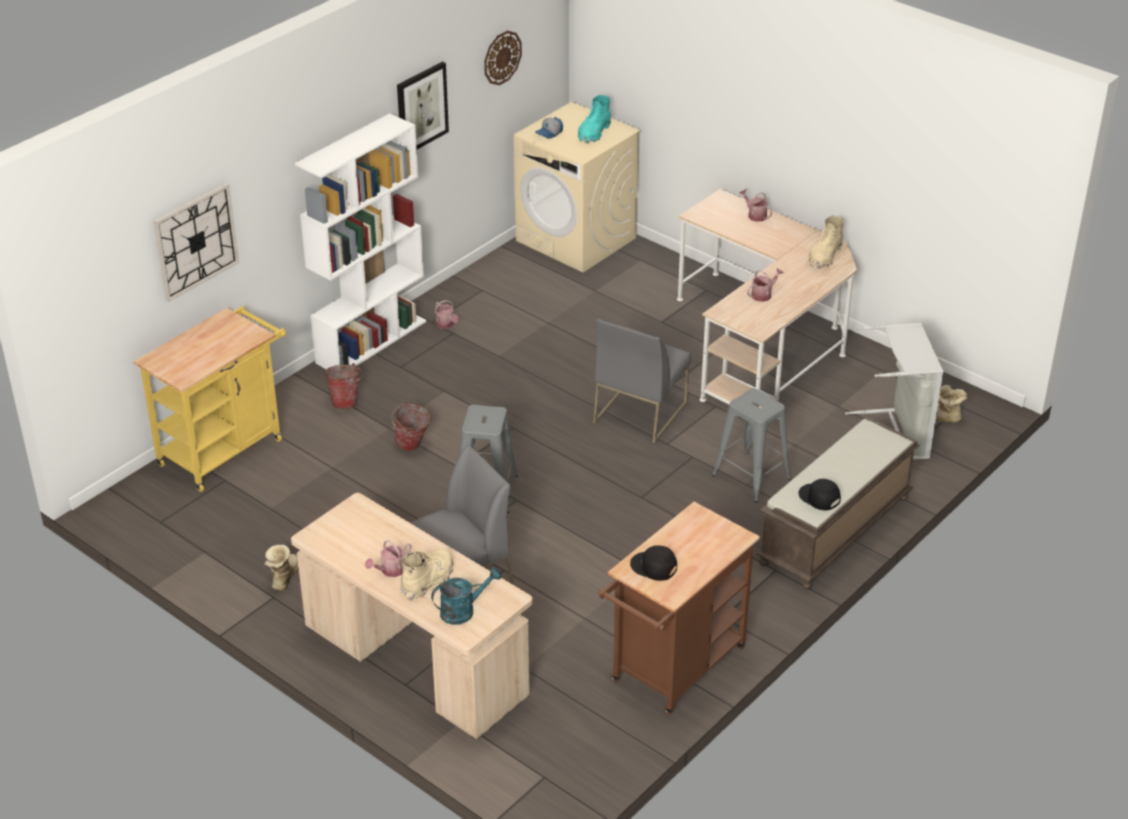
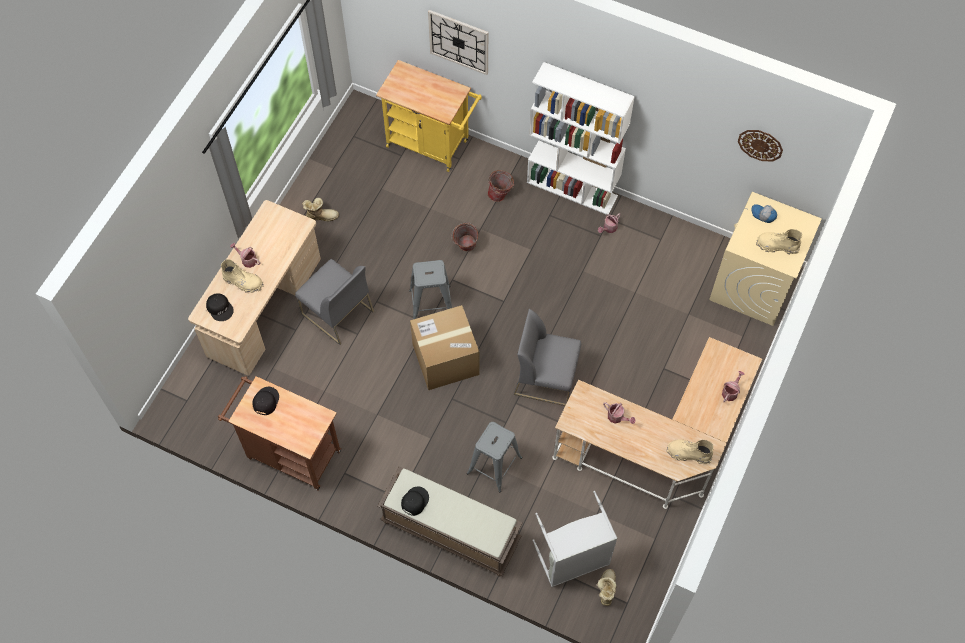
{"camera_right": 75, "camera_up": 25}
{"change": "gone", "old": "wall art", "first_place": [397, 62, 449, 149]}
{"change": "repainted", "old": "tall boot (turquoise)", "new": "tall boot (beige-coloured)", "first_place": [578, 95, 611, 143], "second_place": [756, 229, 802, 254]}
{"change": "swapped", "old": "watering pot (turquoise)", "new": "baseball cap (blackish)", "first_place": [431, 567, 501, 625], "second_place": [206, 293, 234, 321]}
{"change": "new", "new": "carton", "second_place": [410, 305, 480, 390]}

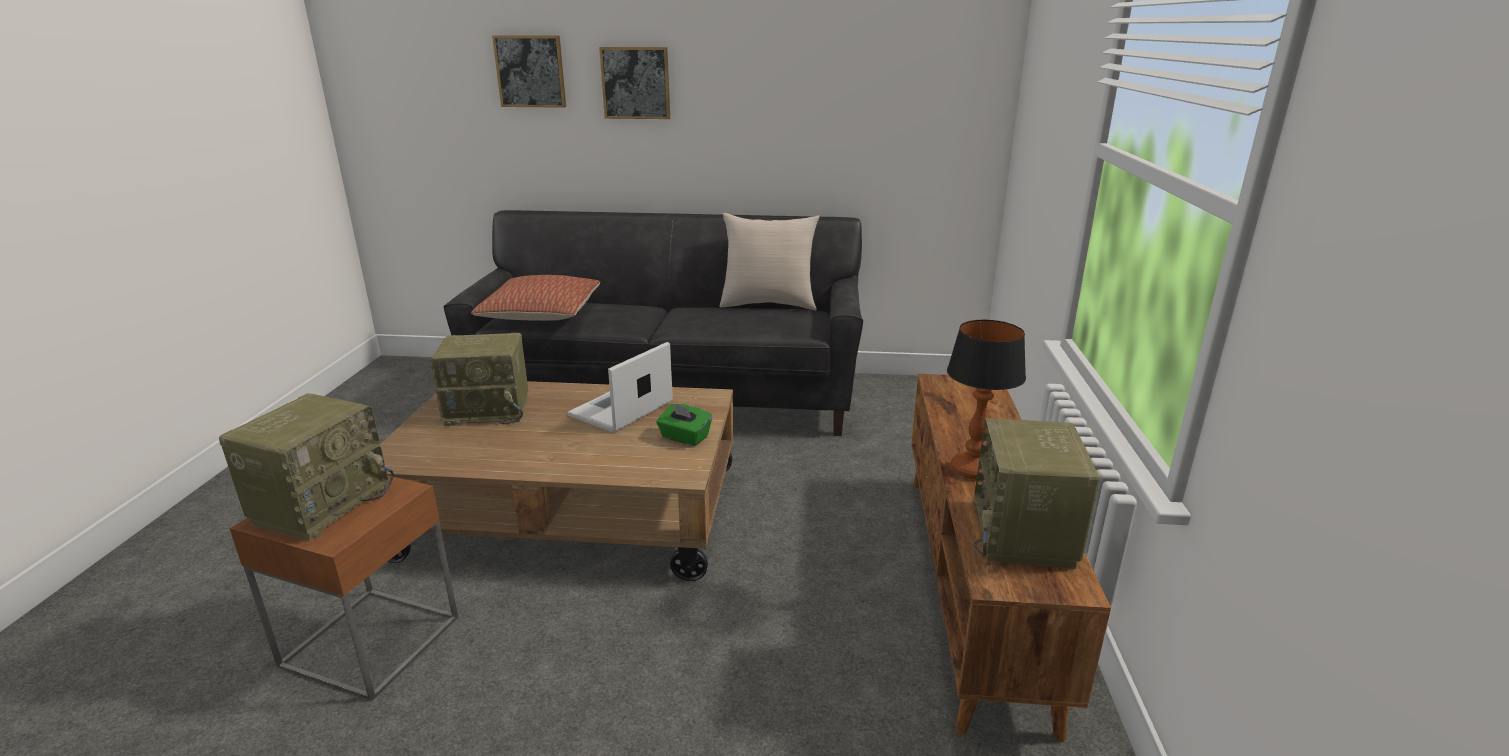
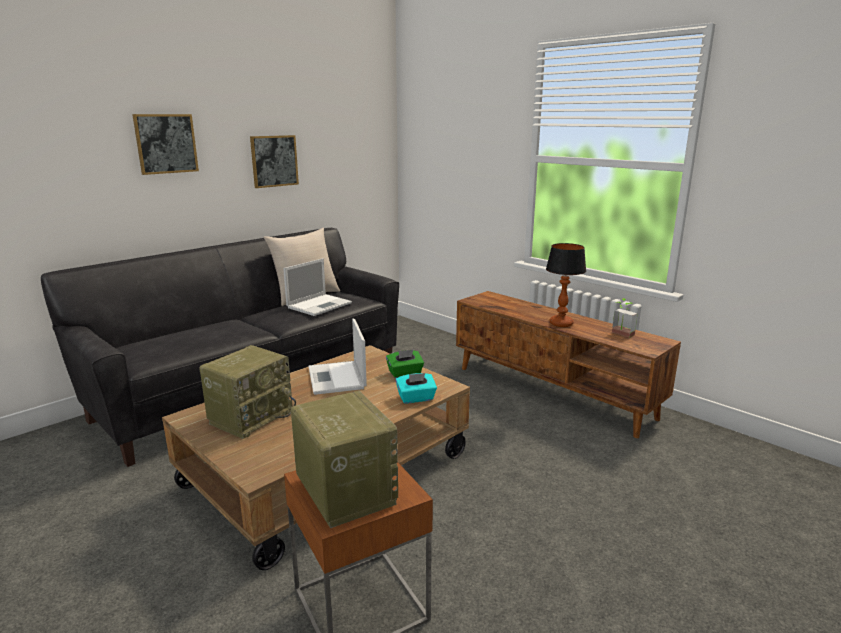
{"camera_right": -50, "camera_up": -5}
{"change": "shifted", "old": "wall art", "first_place": [492, 35, 566, 108], "second_place": [250, 135, 299, 188]}
{"change": "gone", "old": "cushion", "first_place": [471, 275, 600, 321]}
{"change": "swapped", "old": "radio set", "new": "houseplant", "first_place": [973, 418, 1100, 569], "second_place": [612, 298, 638, 338]}
{"change": "new", "new": "notebook computer", "second_place": [283, 258, 352, 316]}
{"change": "new", "new": "tissue holder (turquoise)", "second_place": [395, 373, 437, 404]}

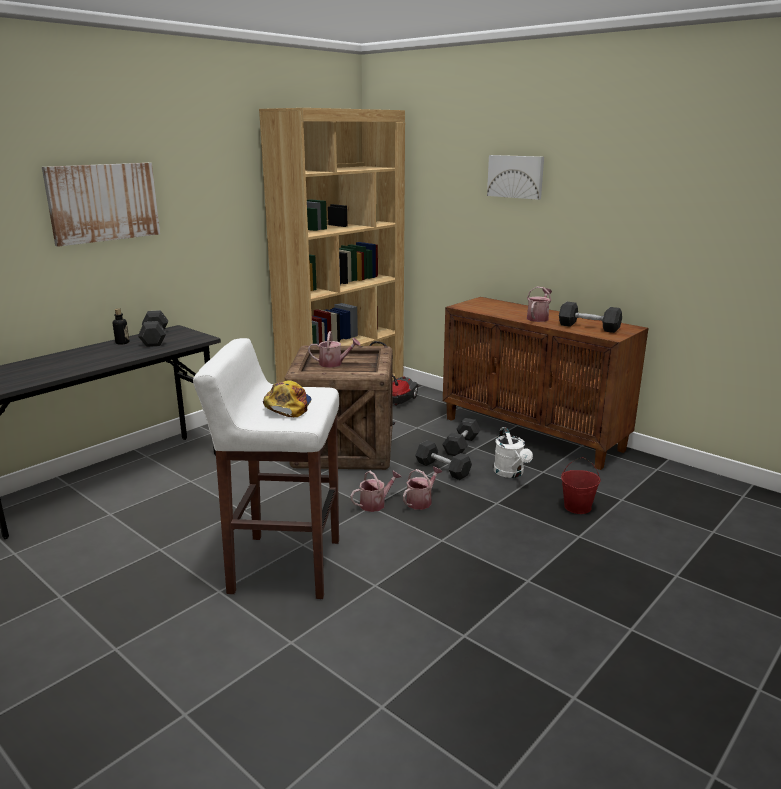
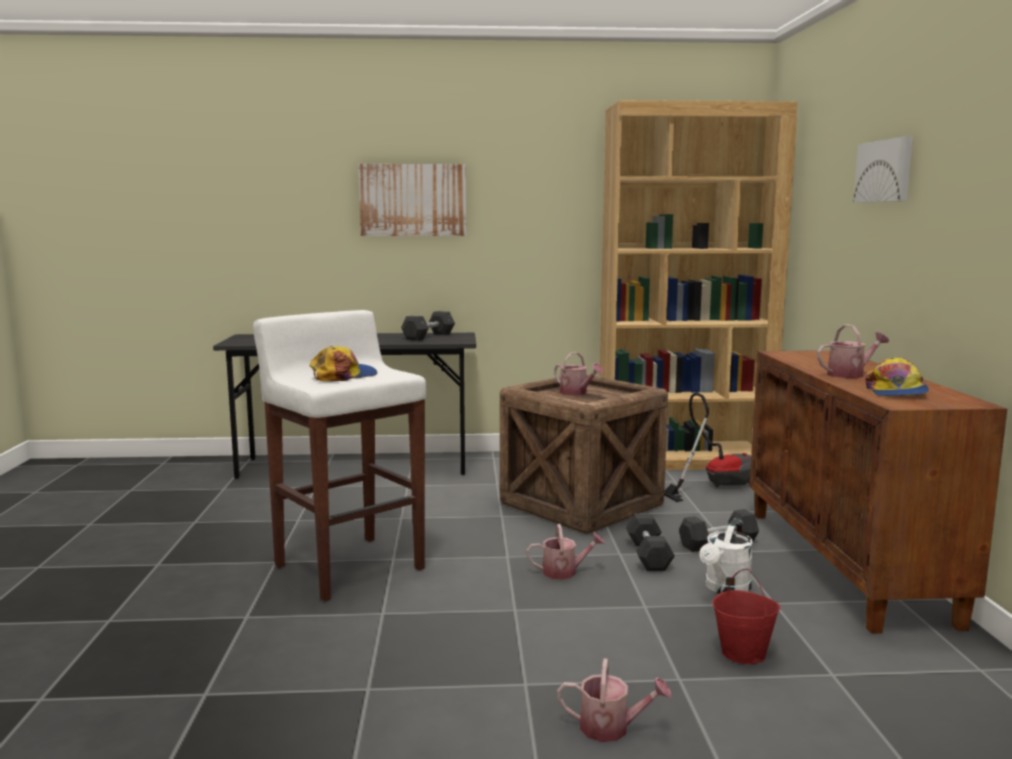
{"camera_right": 45, "camera_up": -10}
{"change": "swapped", "old": "dumbbell (gray)", "new": "baseball cap", "first_place": [559, 302, 622, 333], "second_place": [865, 358, 929, 396]}
{"change": "gone", "old": "bottle", "first_place": [113, 308, 130, 345]}
{"change": "shifted", "old": "watering pot", "first_place": [350, 470, 401, 512], "second_place": [557, 658, 672, 742]}

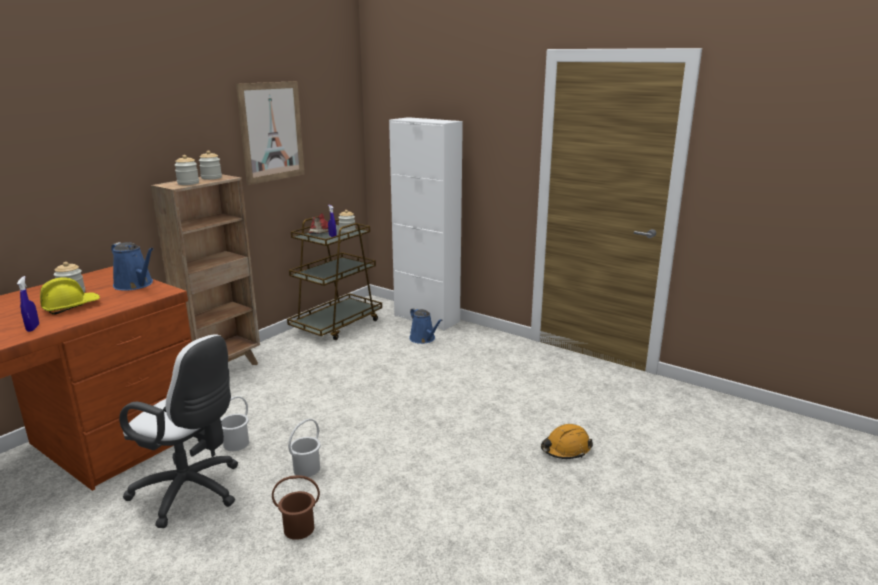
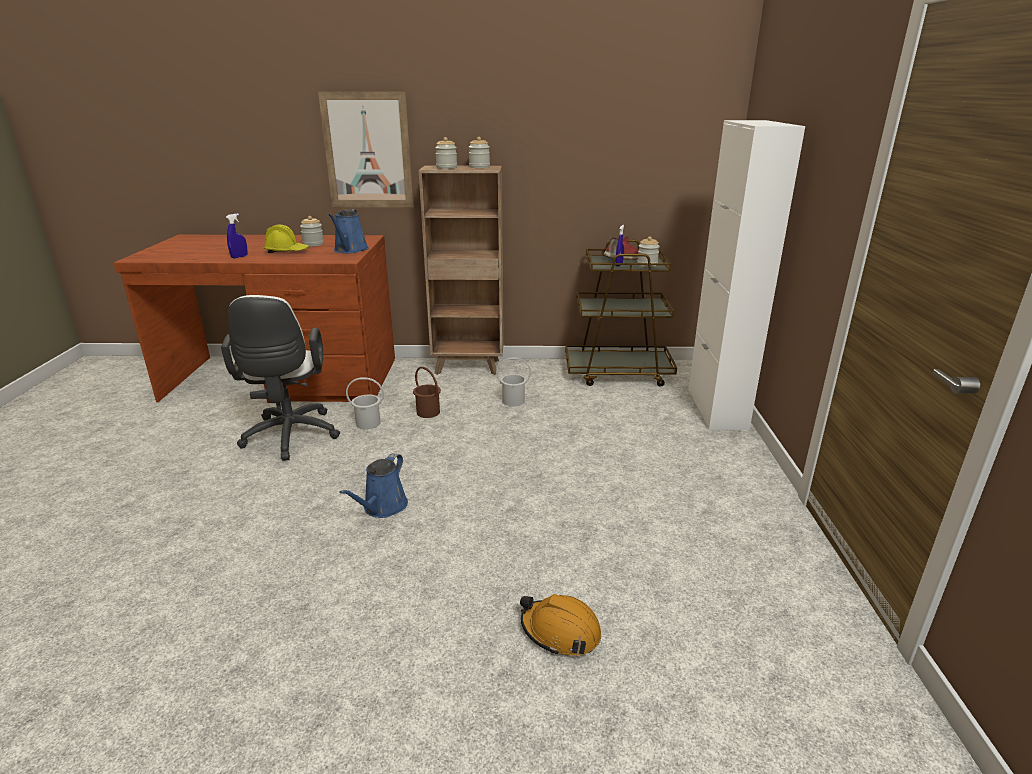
{"camera_right": 55, "camera_up": 5}
{"change": "shifted", "old": "wall art", "first_place": [236, 81, 305, 185], "second_place": [318, 92, 414, 207]}
{"change": "shifted", "old": "watering pot (bluish)", "first_place": [410, 308, 443, 344], "second_place": [339, 453, 408, 518]}
{"change": "shifted", "old": "water bucket (whitish)", "first_place": [288, 419, 321, 477], "second_place": [496, 358, 531, 406]}
{"change": "shifted", "old": "water bucket (brown)", "first_place": [272, 475, 320, 540], "second_place": [413, 367, 441, 418]}

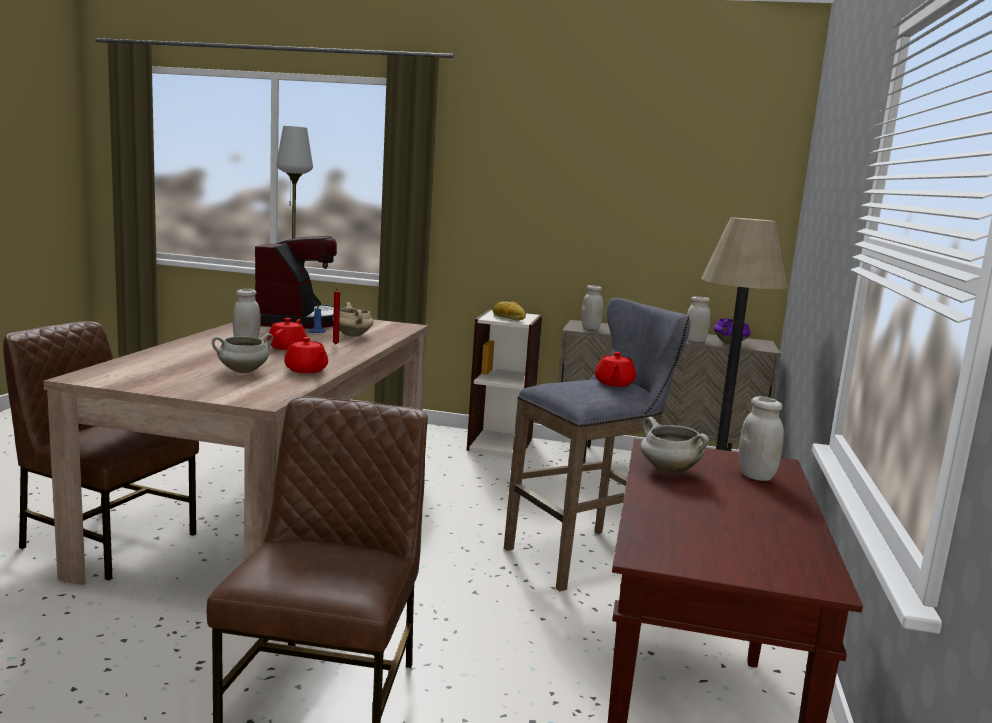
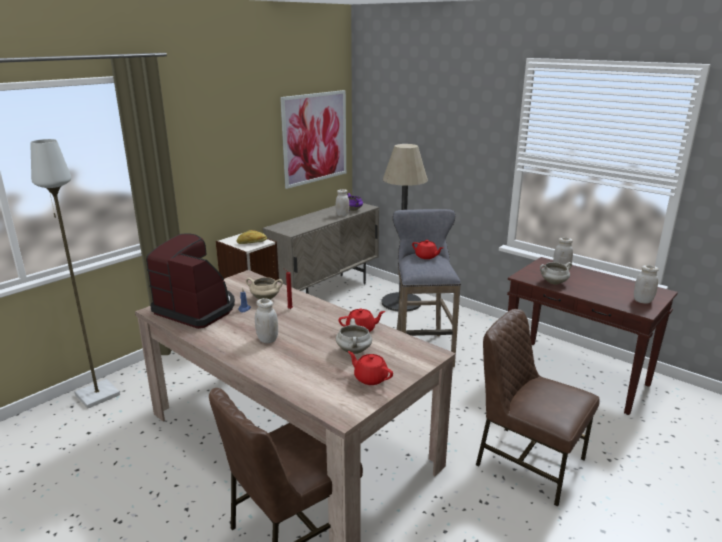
{"camera_right": -60, "camera_up": 10}
{"change": "shifted", "old": "storage jar (whitish)", "first_place": [581, 285, 604, 330], "second_place": [634, 265, 658, 304]}
{"change": "shifted", "old": "pot for tea (reddish)", "first_place": [267, 318, 307, 350], "second_place": [348, 351, 393, 385]}
{"change": "new", "new": "wall art", "second_place": [280, 90, 346, 189]}

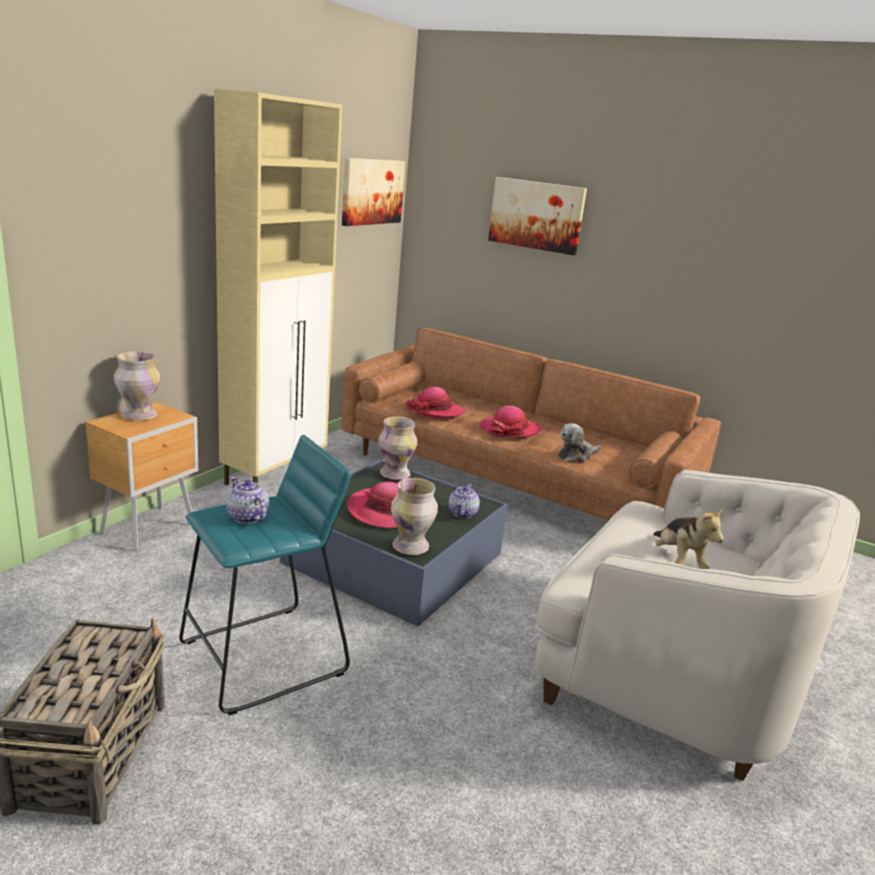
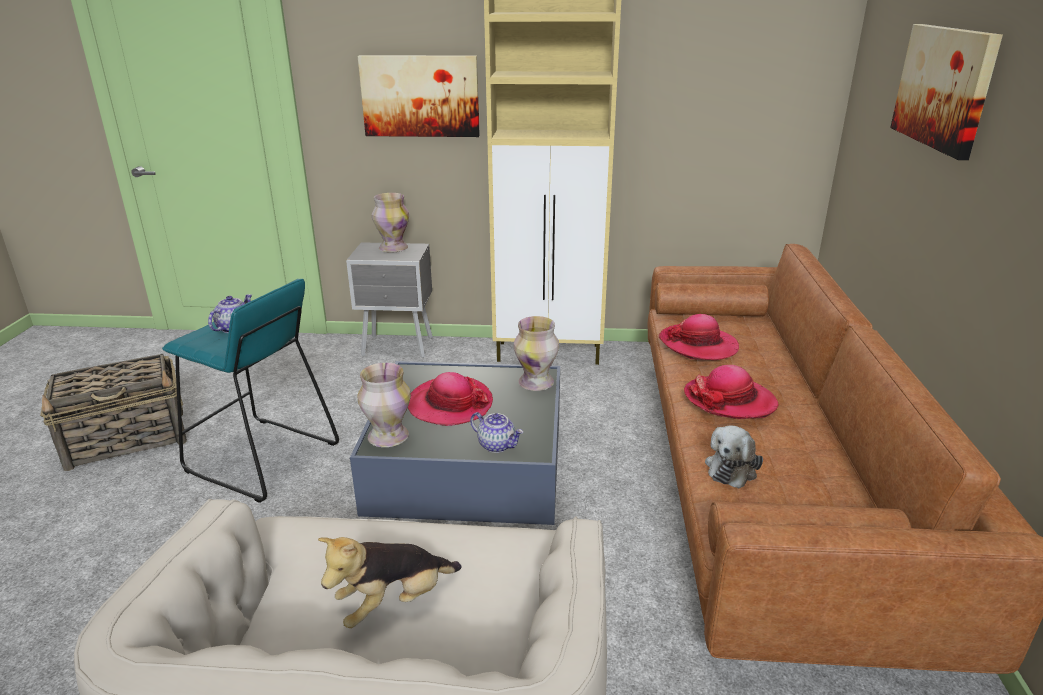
{"camera_right": 65, "camera_up": 5}
{"change": "shifted", "old": "wall art", "first_place": [342, 158, 405, 226], "second_place": [358, 55, 480, 137]}
{"change": "repainted", "old": "nightstand (brown)", "new": "nightstand (gray)", "first_place": [85, 402, 198, 551], "second_place": [346, 242, 433, 358]}
{"change": "rotated", "old": "soft toy", "first_place": [558, 423, 601, 462], "second_place": [705, 425, 763, 489], "degrees": -90}
{"change": "rotated", "old": "pot for tea", "first_place": [448, 483, 480, 518], "second_place": [470, 412, 523, 453], "degrees": -135}

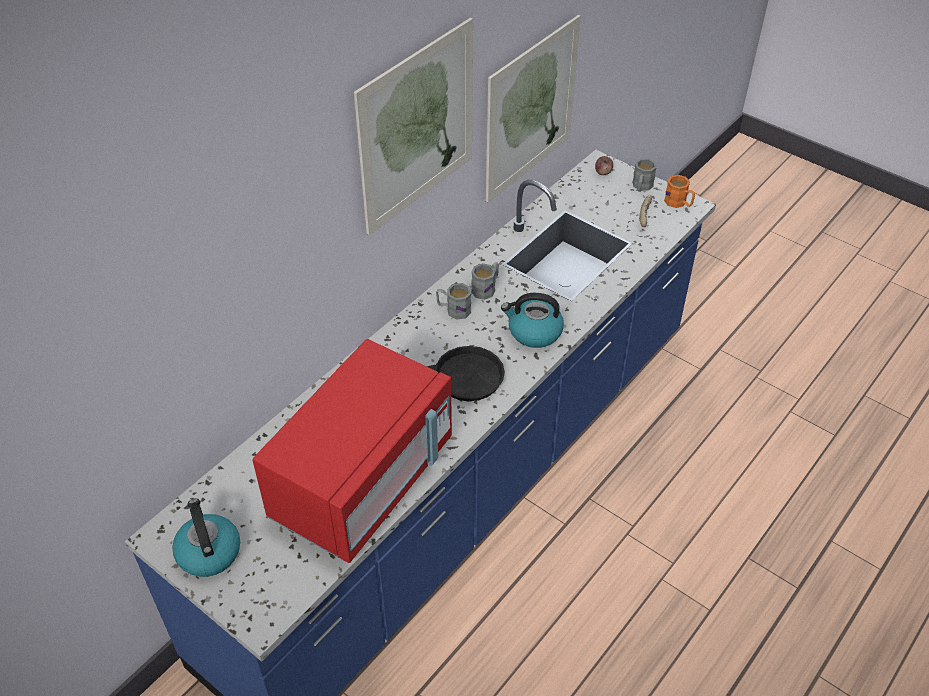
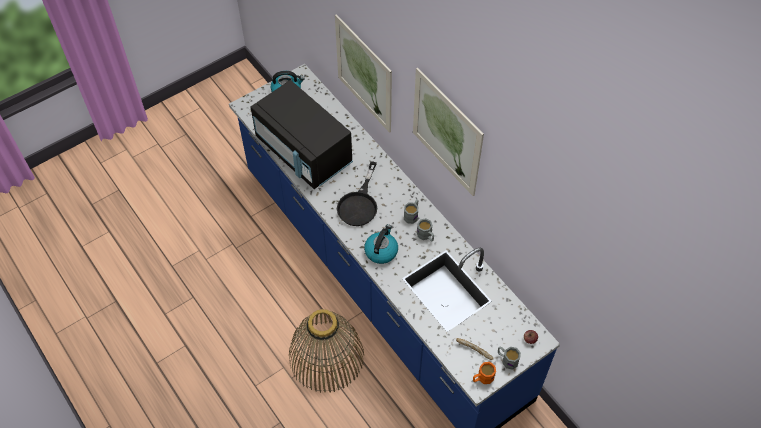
{"camera_right": 105, "camera_up": 10}
{"change": "shifted", "old": "wall art", "first_place": [486, 15, 581, 203], "second_place": [335, 14, 392, 133]}
{"change": "repainted", "old": "microwave (reddish)", "new": "microwave (blackish)", "first_place": [252, 339, 452, 563], "second_place": [251, 80, 353, 189]}
{"change": "new", "new": "storage basket", "second_place": [289, 309, 364, 393]}

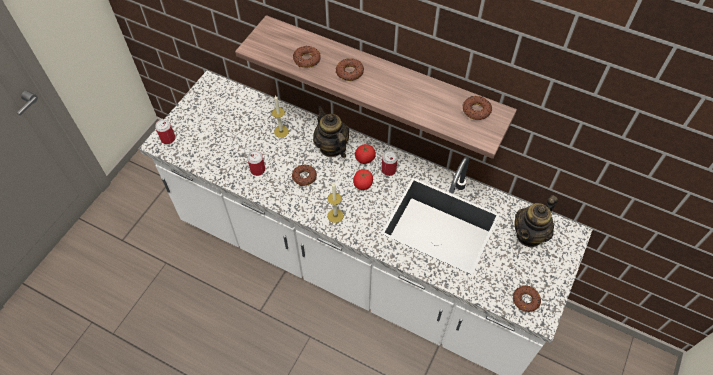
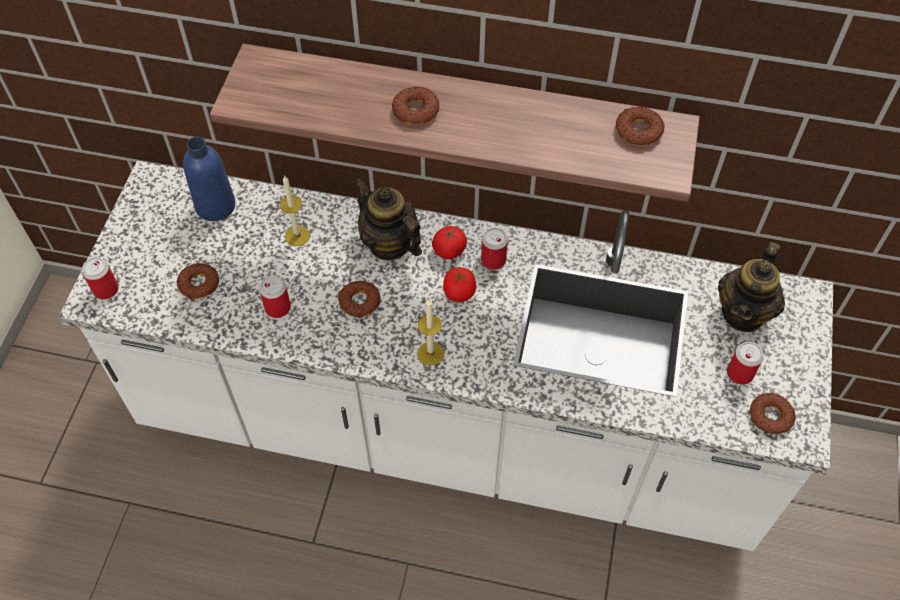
{"camera_right": -15, "camera_up": 0}
{"change": "shifted", "old": "ring doughnut", "first_place": [293, 46, 321, 68], "second_place": [177, 263, 219, 300]}
{"change": "new", "new": "bottle (bluish)", "second_place": [183, 137, 235, 221]}
{"change": "new", "new": "sealed can", "second_place": [727, 342, 764, 385]}

